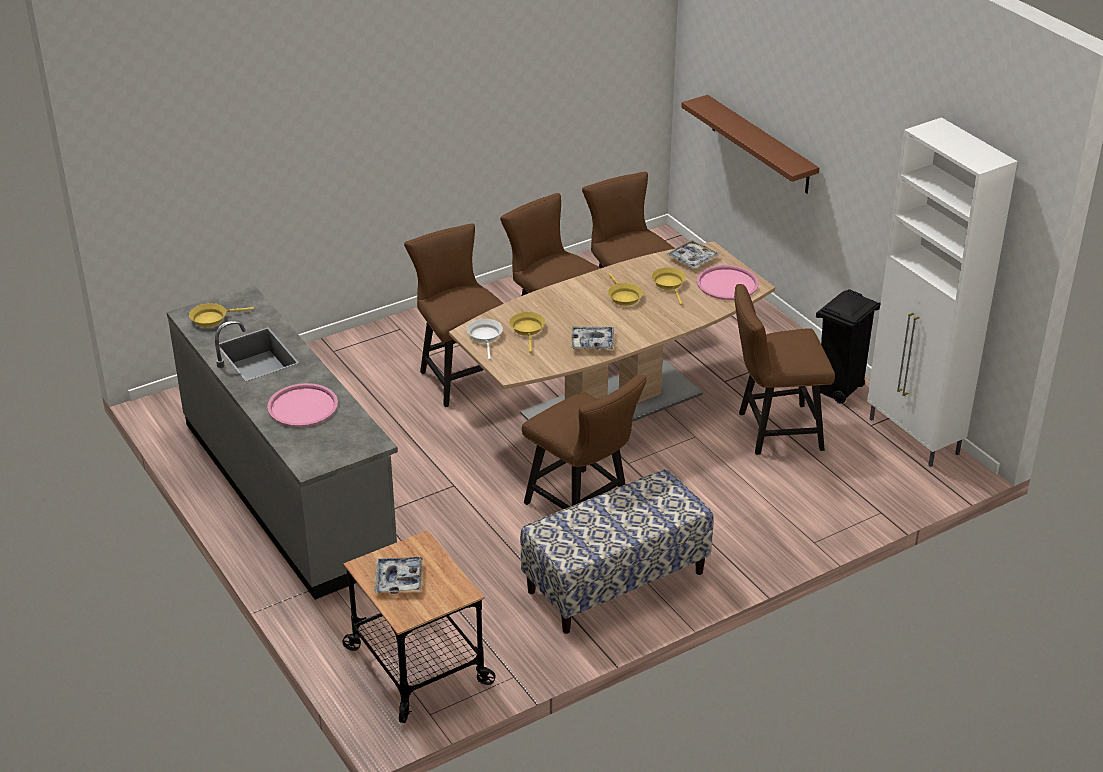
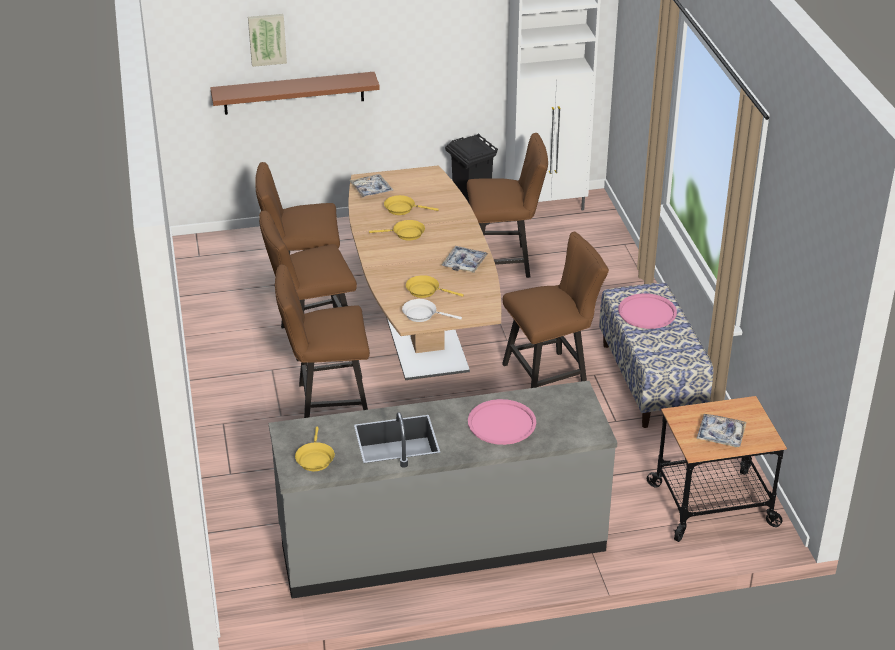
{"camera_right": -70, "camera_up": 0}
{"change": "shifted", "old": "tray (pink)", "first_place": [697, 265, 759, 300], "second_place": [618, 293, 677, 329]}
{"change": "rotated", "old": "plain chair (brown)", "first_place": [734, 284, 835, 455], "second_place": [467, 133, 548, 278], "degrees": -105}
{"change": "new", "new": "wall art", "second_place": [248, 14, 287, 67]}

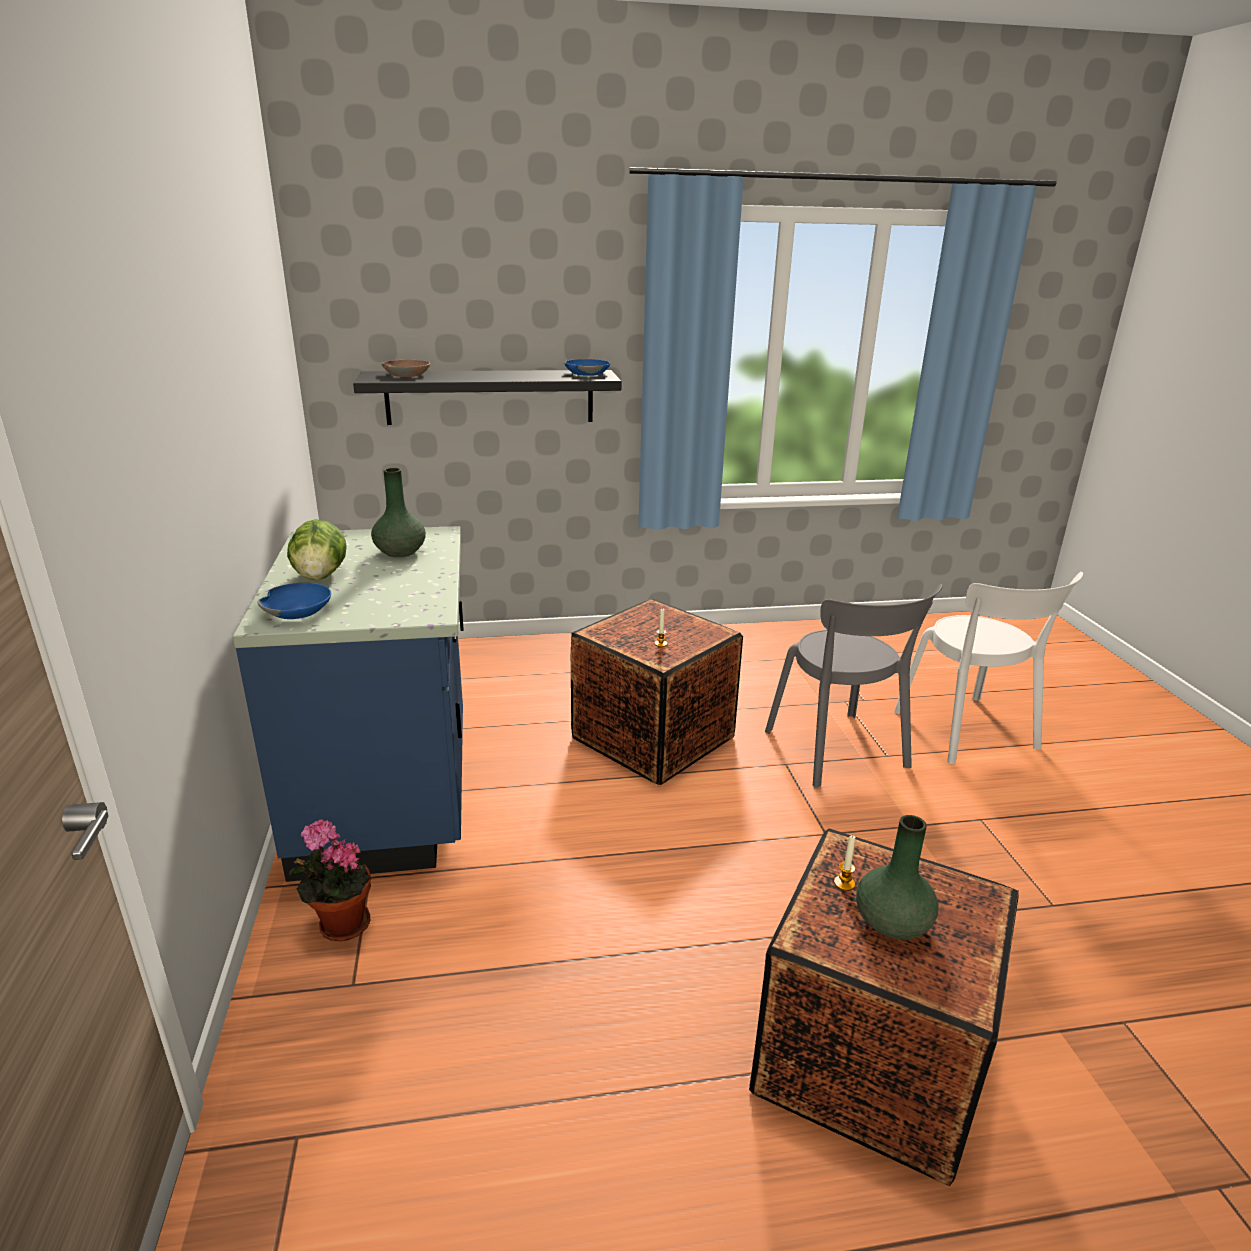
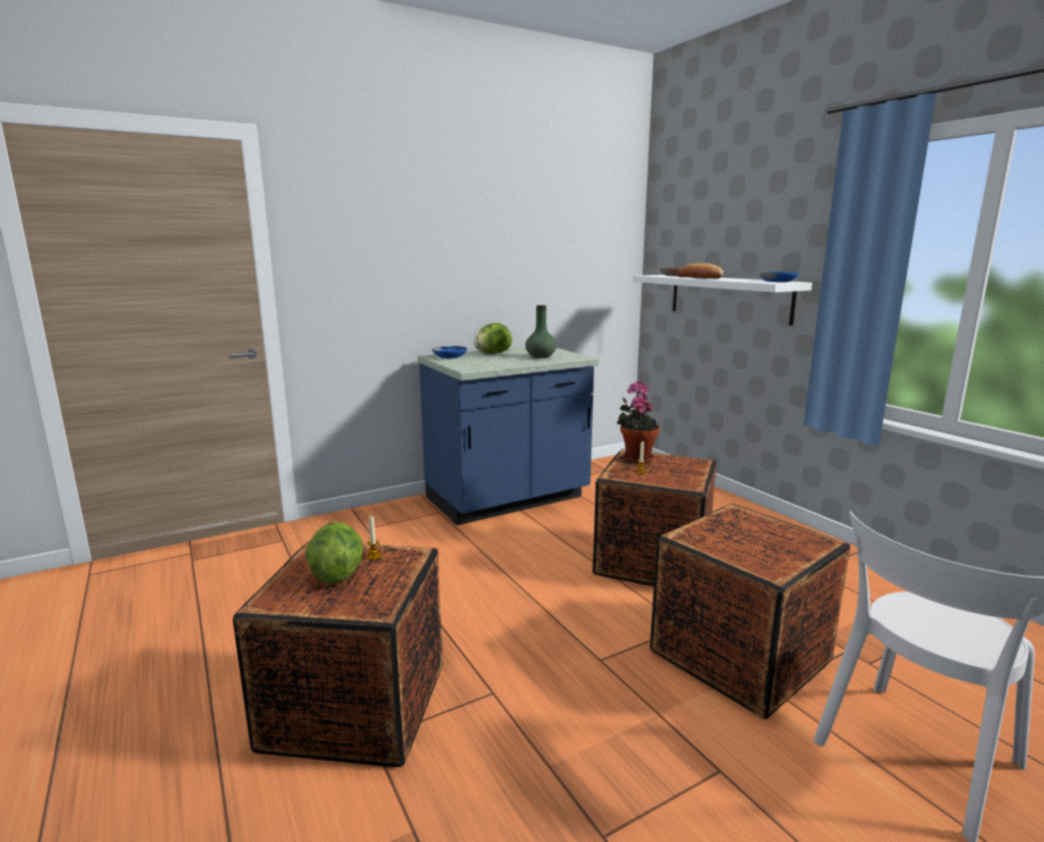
{"camera_right": 70, "camera_up": -10}
{"change": "repainted", "old": "wall shelf (blackish)", "new": "wall shelf (whitish)", "first_place": [353, 370, 622, 425], "second_place": [633, 275, 812, 326]}
{"change": "swapped", "old": "plain chair (gray)", "new": "packing crate", "first_place": [765, 584, 942, 788], "second_place": [650, 504, 850, 719]}
{"change": "swapped", "old": "flower vase (green)", "new": "lettuce", "first_place": [856, 815, 939, 940], "second_place": [305, 522, 363, 584]}
{"change": "shifted", "old": "houseplant", "first_place": [289, 819, 371, 941], "second_place": [617, 381, 660, 463]}
{"change": "new", "new": "bread", "second_place": [677, 263, 723, 279]}

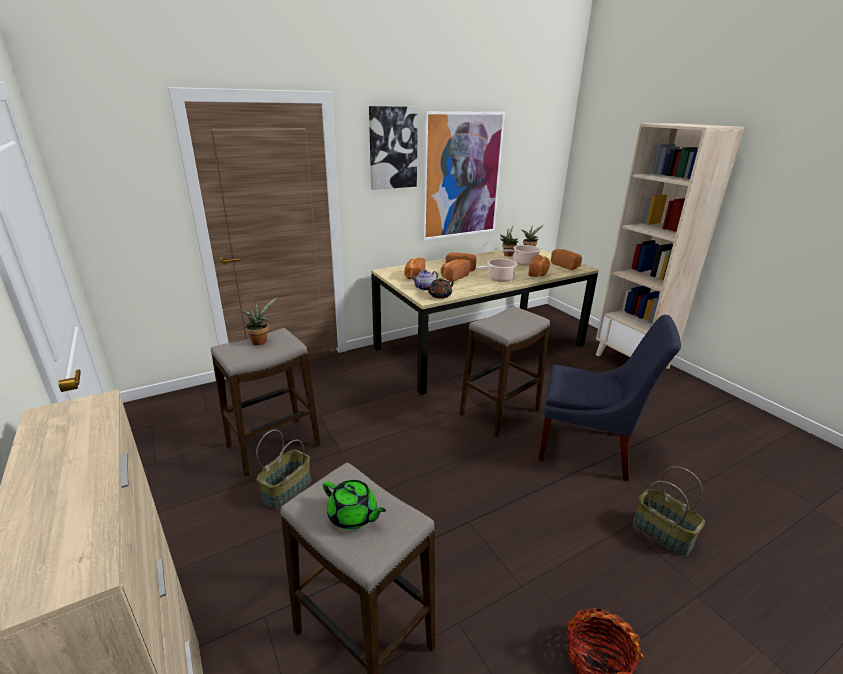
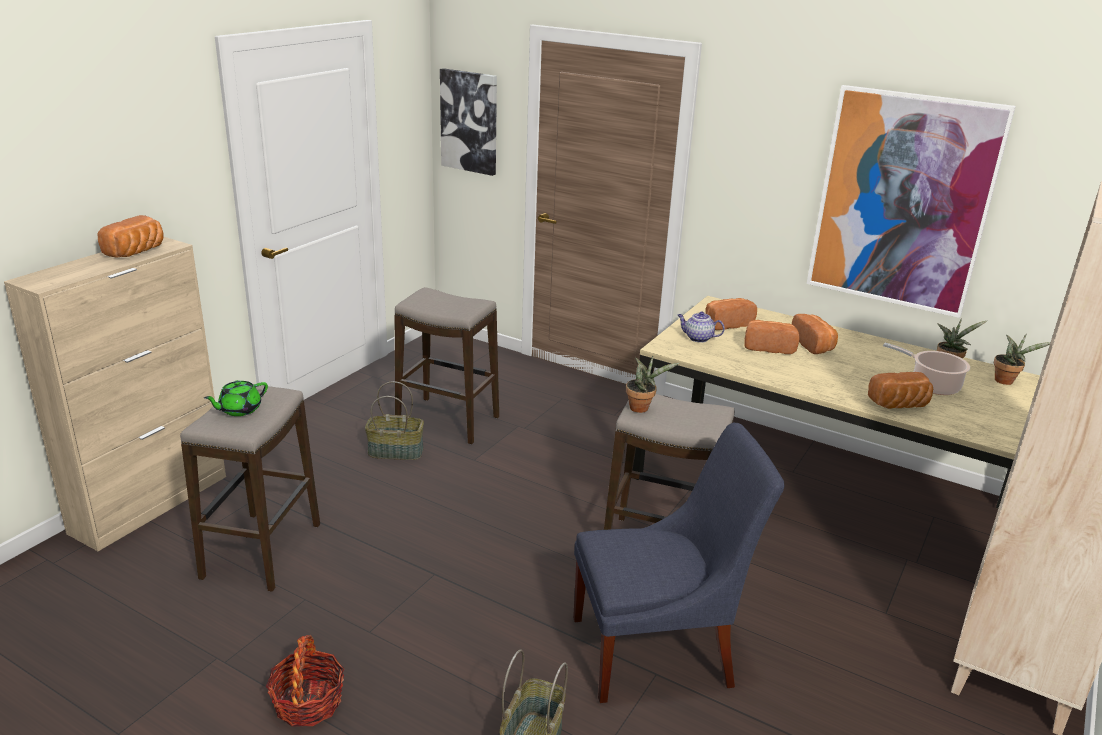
{"camera_right": 60, "camera_up": 0}
{"change": "shifted", "old": "wall art", "first_place": [369, 106, 418, 190], "second_place": [440, 68, 497, 176]}
{"change": "shifted", "old": "bread", "first_place": [551, 249, 582, 270], "second_place": [97, 215, 163, 257]}
{"change": "gone", "old": "stockpot", "first_place": [476, 259, 518, 282]}
{"change": "gone", "old": "pot for tea (brown)", "first_place": [426, 278, 454, 299]}
{"change": "shifted", "old": "houseplant", "first_place": [239, 297, 277, 345], "second_place": [626, 356, 679, 413]}
{"change": "rotated", "old": "plain chair (bluish)", "first_place": [538, 315, 681, 481], "second_place": [573, 423, 784, 703], "degrees": -90}
{"change": "rotated", "old": "pot for tea (green)", "first_place": [323, 480, 386, 529], "second_place": [204, 380, 268, 416], "degrees": 45}

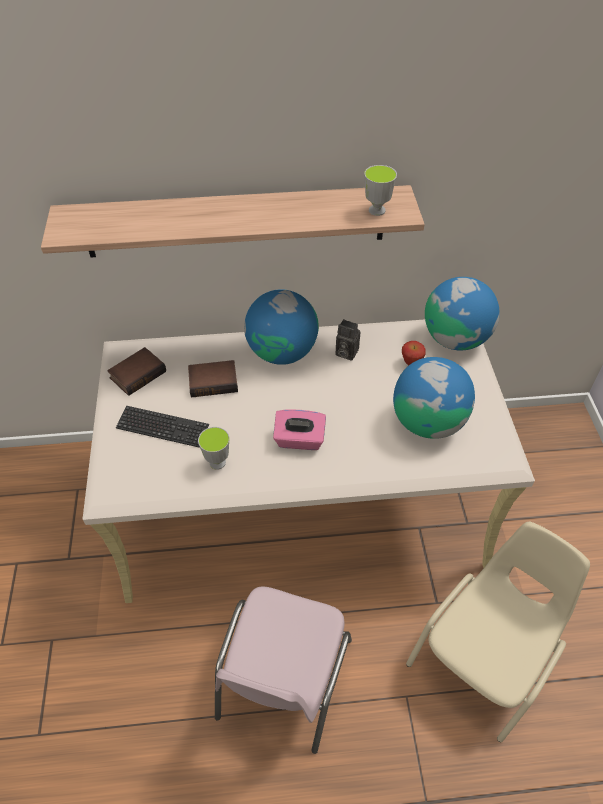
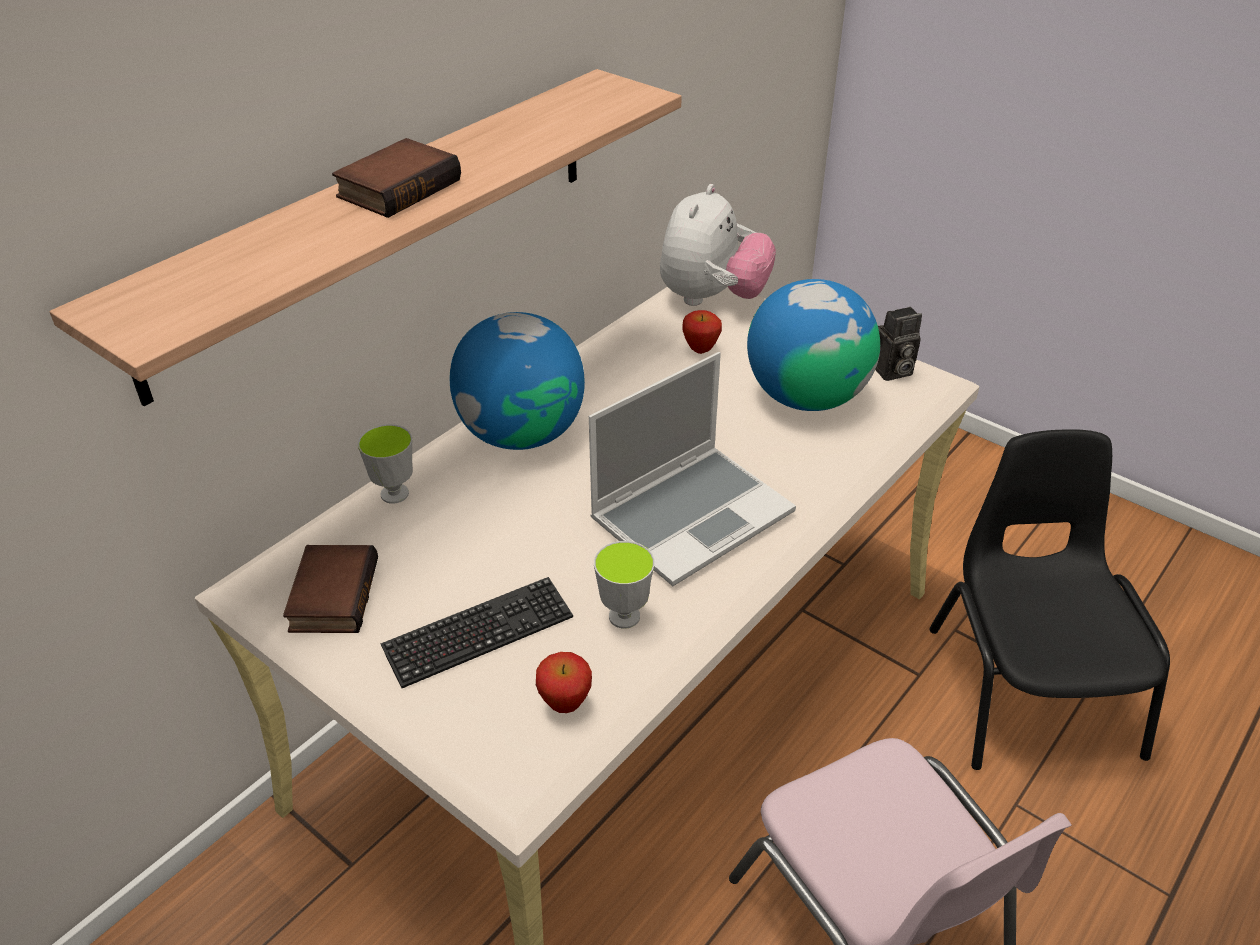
{"camera_right": -45, "camera_up": -10}
{"change": "shifted", "old": "drinking cup", "first_place": [364, 165, 397, 216], "second_place": [358, 424, 413, 504]}
{"change": "swapped", "old": "globe", "new": "soft toy", "first_place": [425, 277, 500, 351], "second_place": [660, 184, 776, 306]}
{"change": "shifted", "old": "still camera", "first_place": [336, 319, 360, 361], "second_place": [875, 307, 922, 381]}
{"change": "shifted", "old": "bound book", "first_place": [188, 360, 238, 397], "second_place": [332, 138, 461, 218]}
{"change": "swapped", "old": "tissue holder (pink)", "new": "notebook computer", "first_place": [273, 410, 326, 450], "second_place": [589, 352, 796, 586]}
{"change": "repainted", "old": "plain chair (beige-coloured)", "new": "plain chair (blackish)", "first_place": [406, 522, 590, 742], "second_place": [929, 429, 1170, 770]}
{"change": "new", "new": "apple", "second_place": [536, 652, 592, 713]}

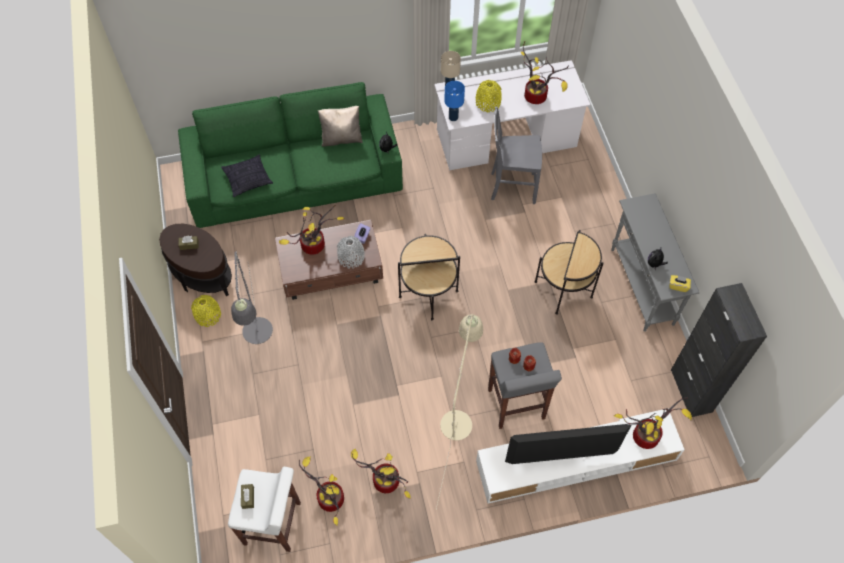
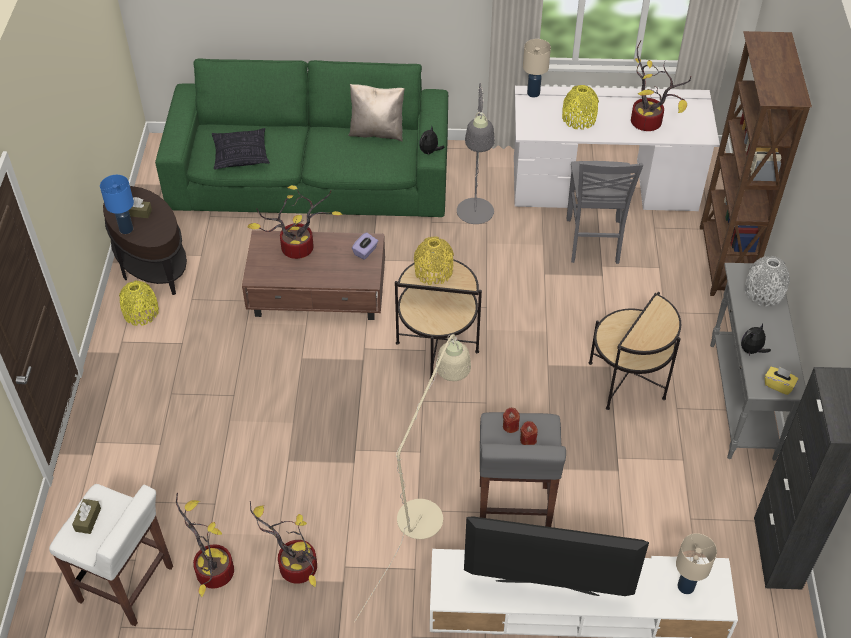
{"camera_right": 15, "camera_up": -10}
{"change": "shifted", "old": "tabletop lamp (bluish)", "first_place": [444, 81, 465, 121], "second_place": [100, 175, 134, 234]}
{"change": "rotated", "old": "plain chair (gray)", "first_place": [491, 107, 542, 204], "second_place": [567, 161, 643, 264], "degrees": -105}
{"change": "shifted", "old": "flower vase (gray)", "first_place": [337, 236, 364, 269], "second_place": [744, 256, 790, 306]}
{"change": "shifted", "old": "standing lamp (gray)", "first_place": [231, 251, 273, 344], "second_place": [457, 83, 495, 224]}
{"change": "swapped", "old": "houseplant", "new": "tabletop lamp (beige-coloured)", "first_place": [614, 397, 692, 449], "second_place": [676, 533, 717, 594]}
{"change": "new", "new": "shelving unit (brown)", "second_place": [700, 31, 812, 296]}
{"change": "new", "new": "flower vase (yellow-coloured)", "second_place": [414, 237, 454, 285]}

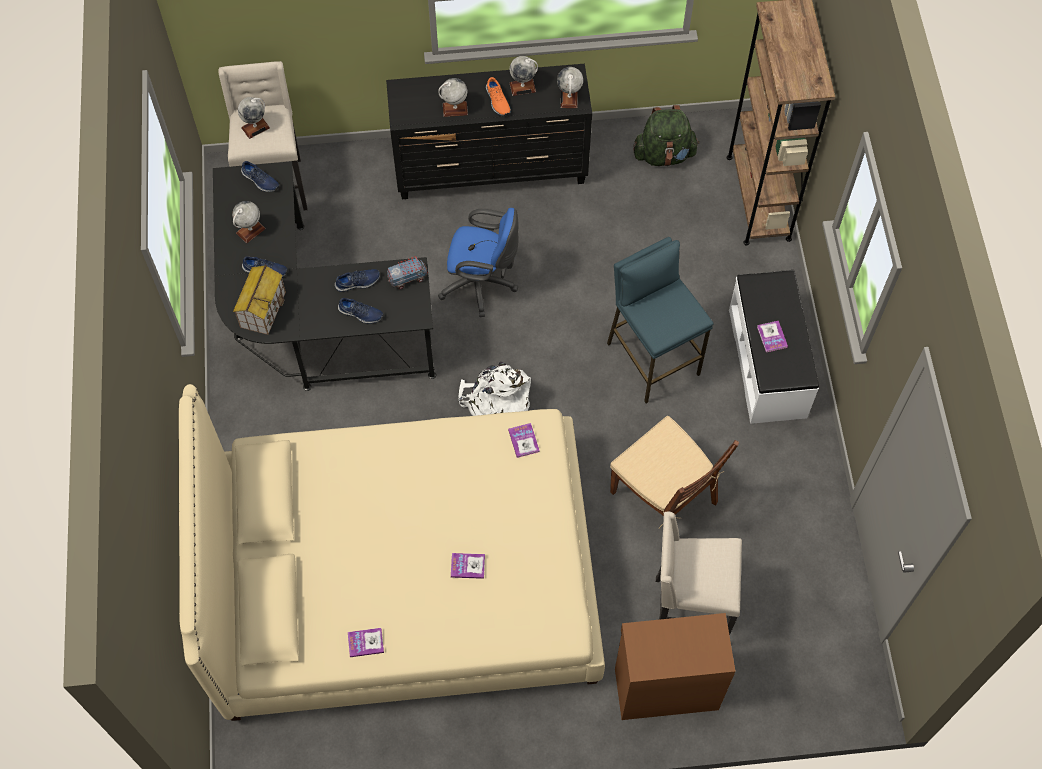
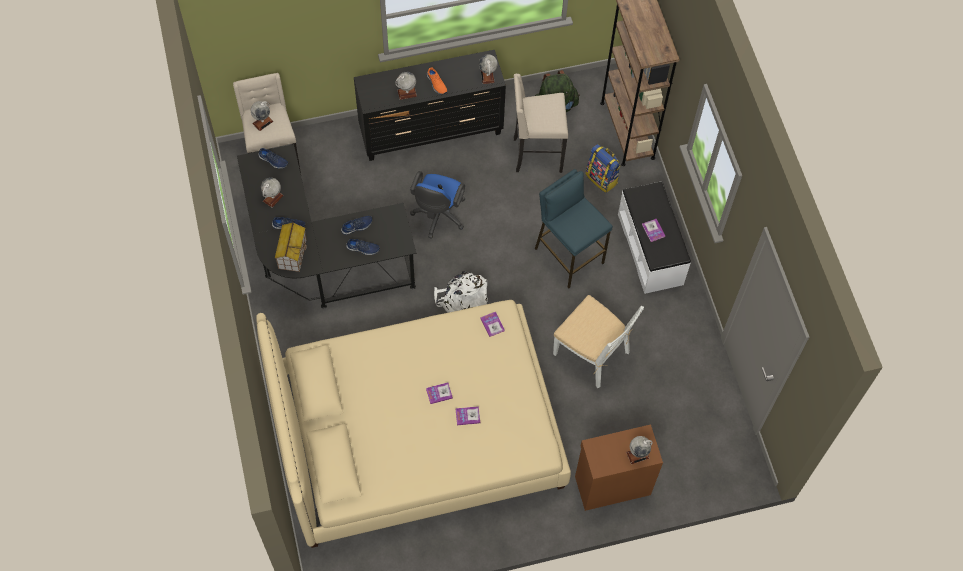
{"camera_right": -10, "camera_up": 0}
{"change": "shifted", "old": "globe", "first_place": [509, 56, 538, 96], "second_place": [626, 436, 653, 464]}
{"change": "rotated", "old": "office chair (bluish)", "first_place": [438, 208, 519, 317], "second_place": [410, 171, 465, 239], "degrees": 105}
{"change": "gone", "old": "toy truck", "first_place": [387, 256, 428, 289]}
{"change": "repainted", "old": "plain chair (brown)", "new": "plain chair (whitish)", "first_place": [610, 416, 740, 528], "second_place": [553, 295, 644, 388]}
{"change": "shifted", "old": "stool seat (beige-coloured)", "first_place": [656, 512, 742, 636], "second_place": [514, 74, 568, 173]}
{"change": "shifted", "old": "bound book", "first_place": [348, 628, 384, 657], "second_place": [426, 382, 453, 404]}
{"change": "new", "new": "backpack", "second_place": [586, 144, 621, 193]}

